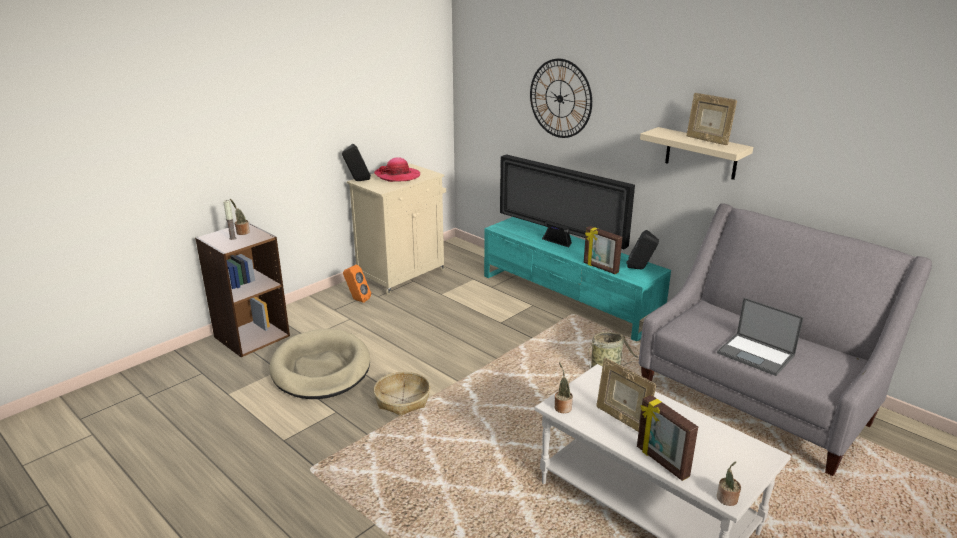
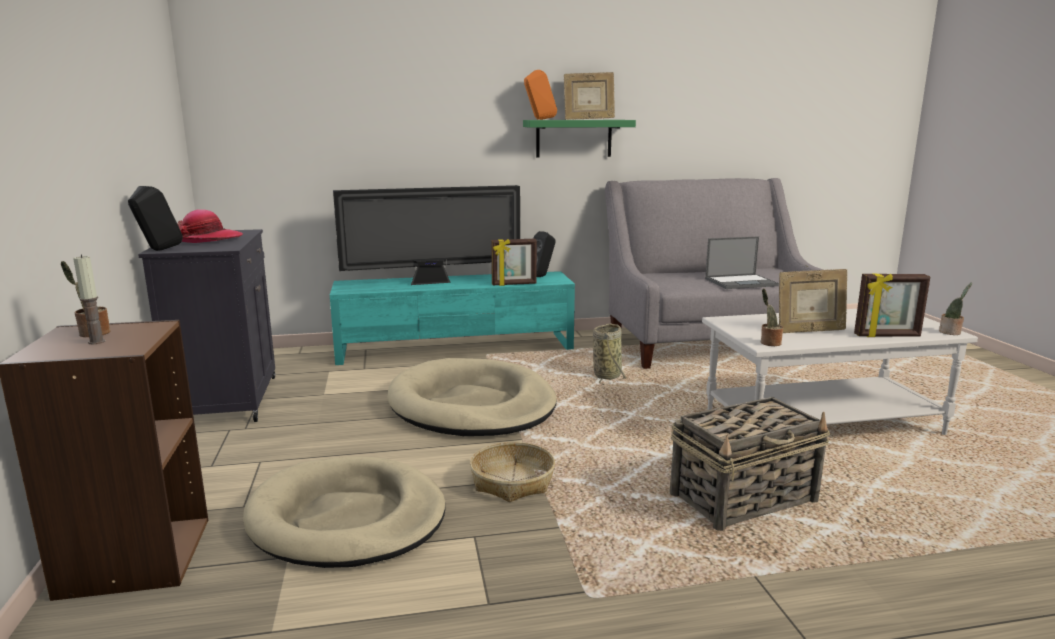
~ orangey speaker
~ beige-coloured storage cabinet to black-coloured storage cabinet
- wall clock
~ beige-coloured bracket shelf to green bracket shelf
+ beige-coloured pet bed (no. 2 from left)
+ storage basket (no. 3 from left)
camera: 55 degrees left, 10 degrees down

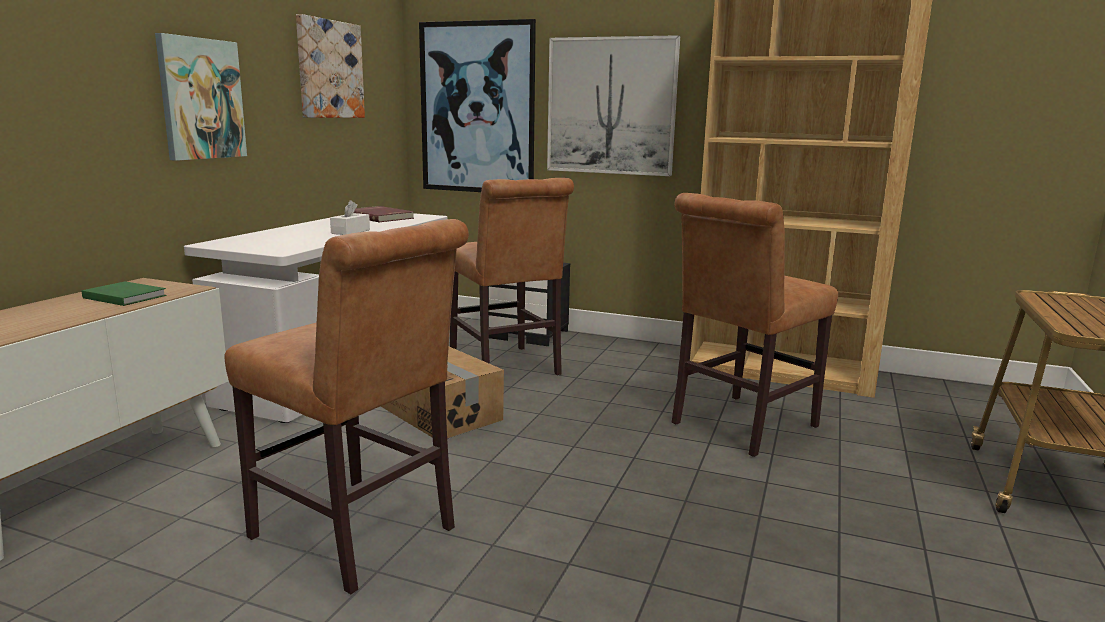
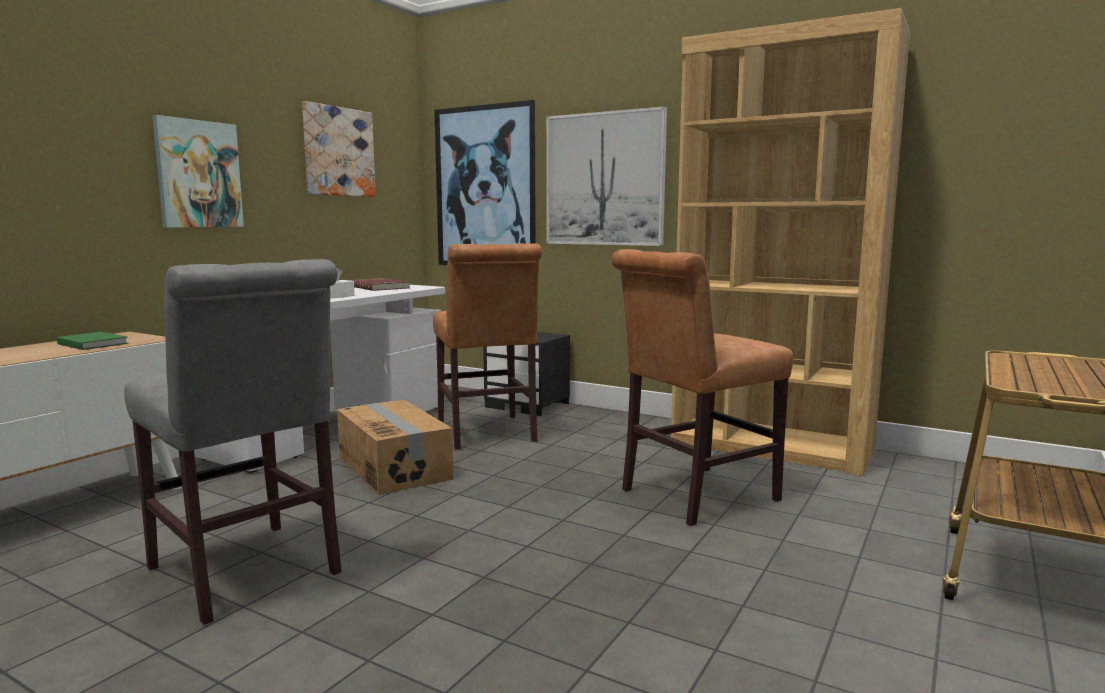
~ brownish chair (no. 1 from left) to greyish chair
camera: 10 degrees right, 5 degrees down

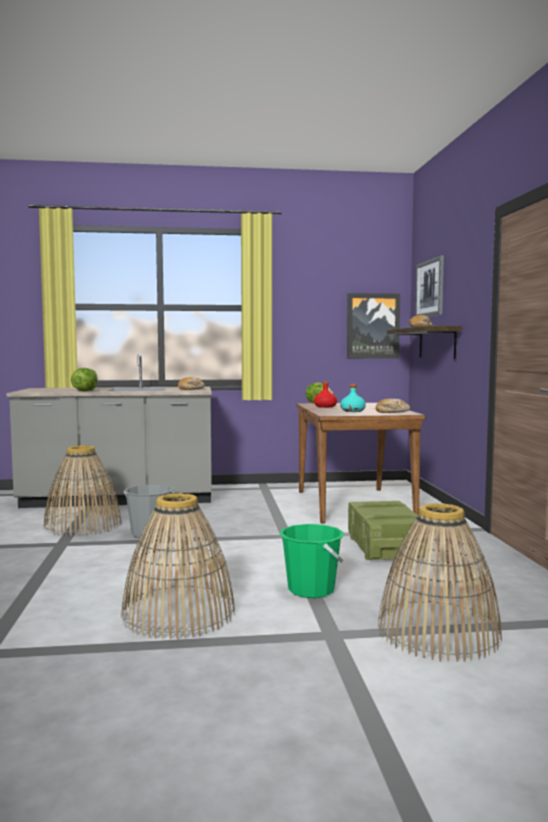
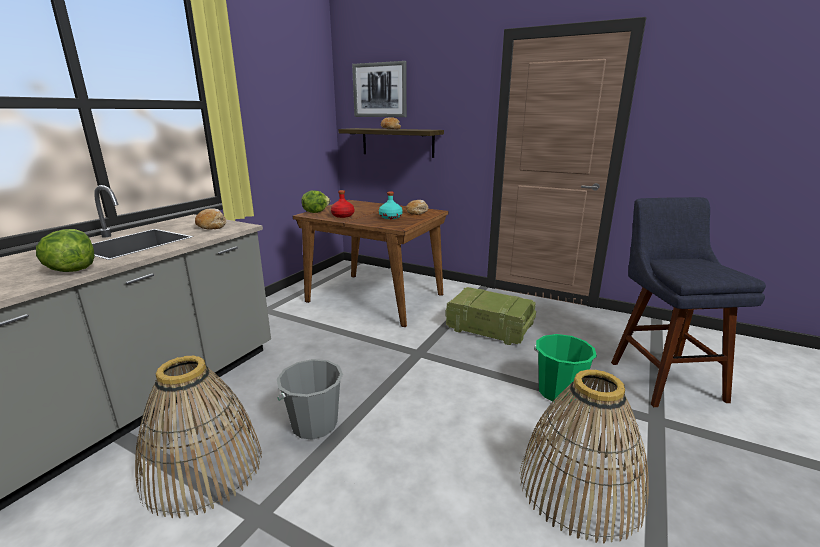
- wall art (no. 1 from left)
~ storage basket (no. 3 from left) to bluish stool seat
camera: 55 degrees left, 15 degrees up

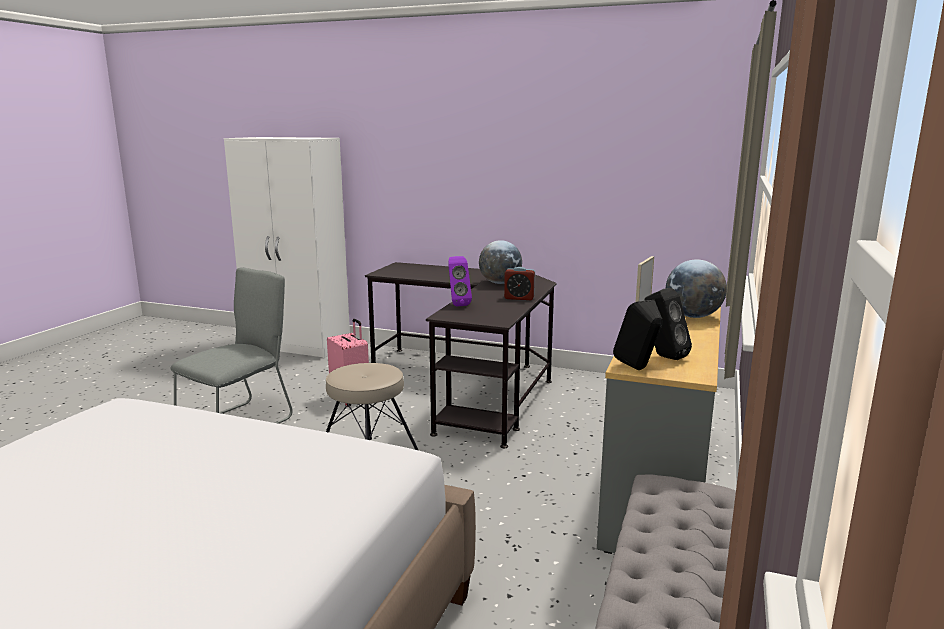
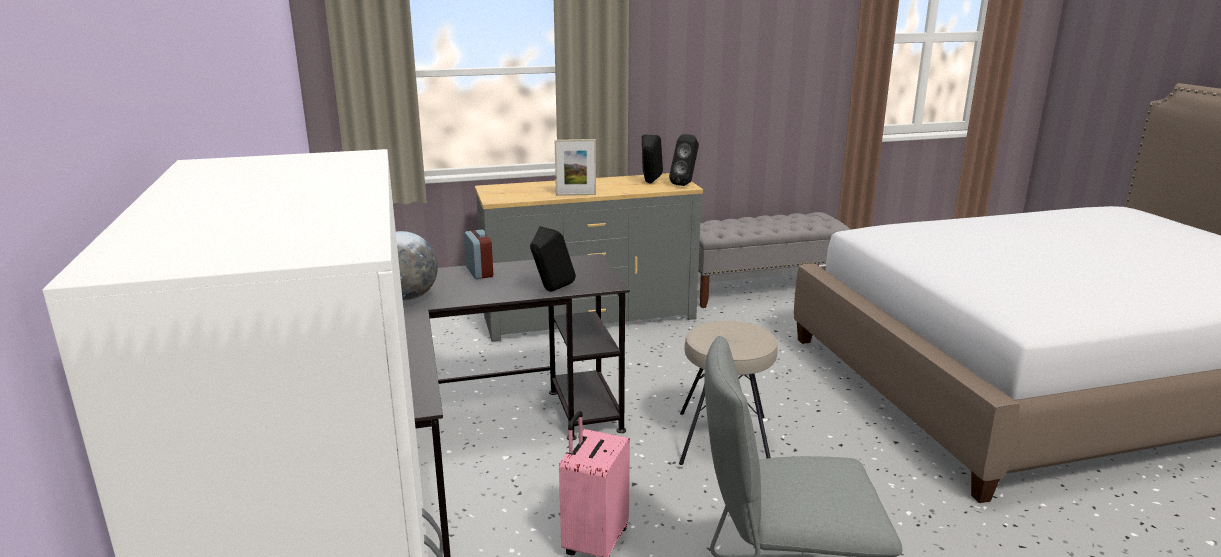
~ purple speaker to black-coloured speaker (no. 1 from left)
- globe (no. 2 from left)
camera: 125 degrees left, 5 degrees up

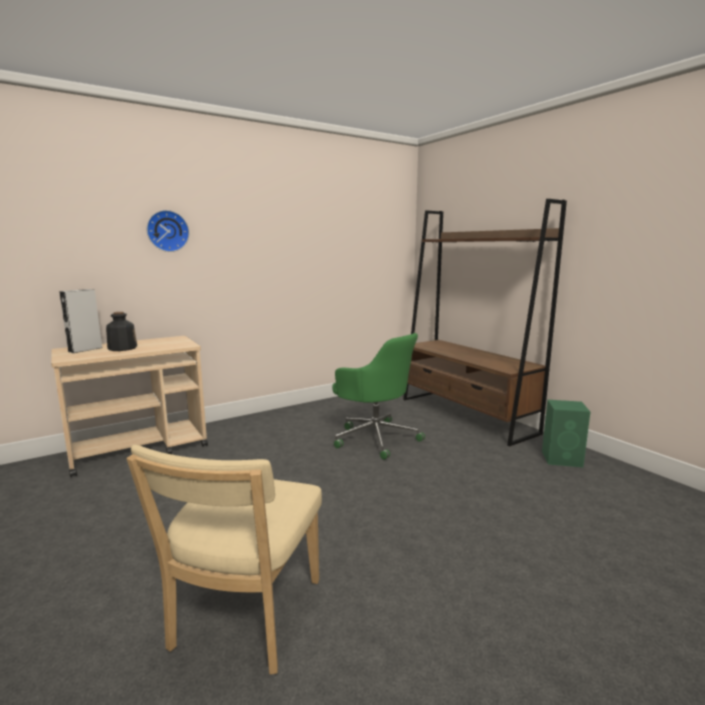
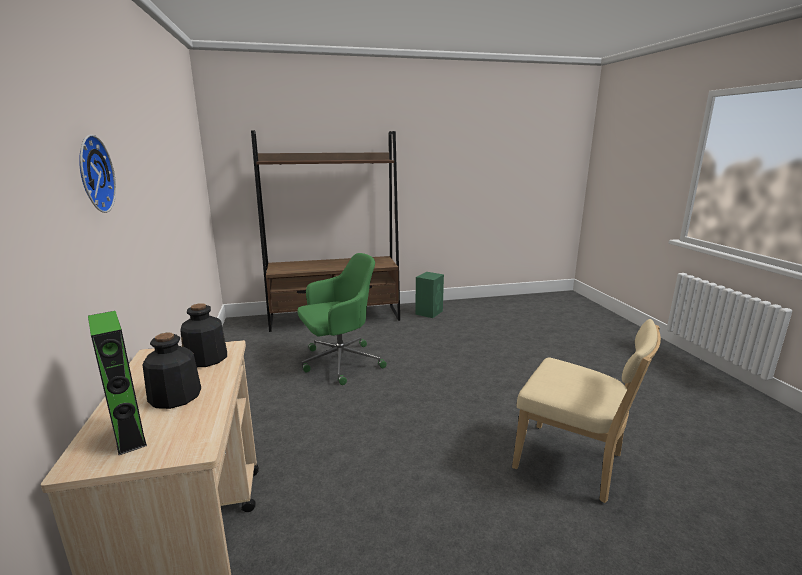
~ greyish speaker to green speaker (no. 1 from left)
+ beverage bottle (no. 2 from left)
camera: 70 degrees left, 5 degrees up

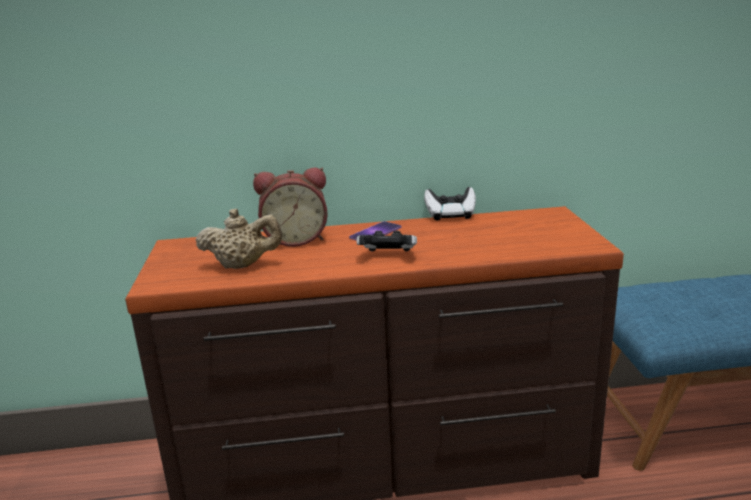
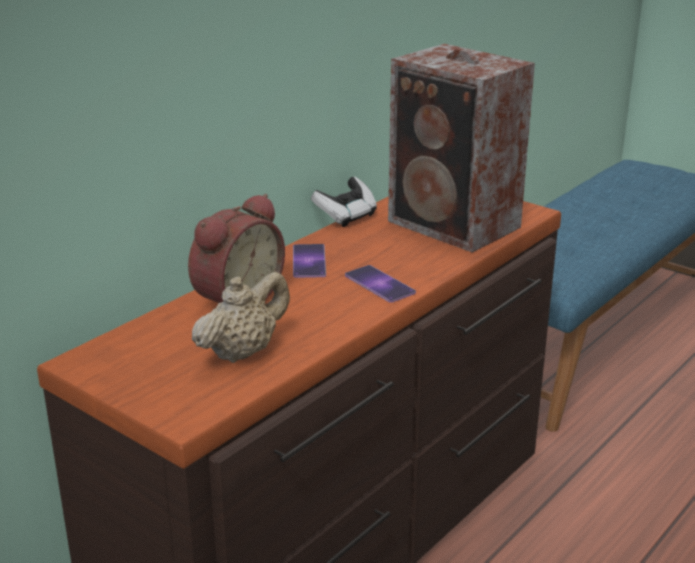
~ game controller (no. 1 from left) to phone (no. 2 from left)
+ speaker
camera: 45 degrees left, 5 degrees up

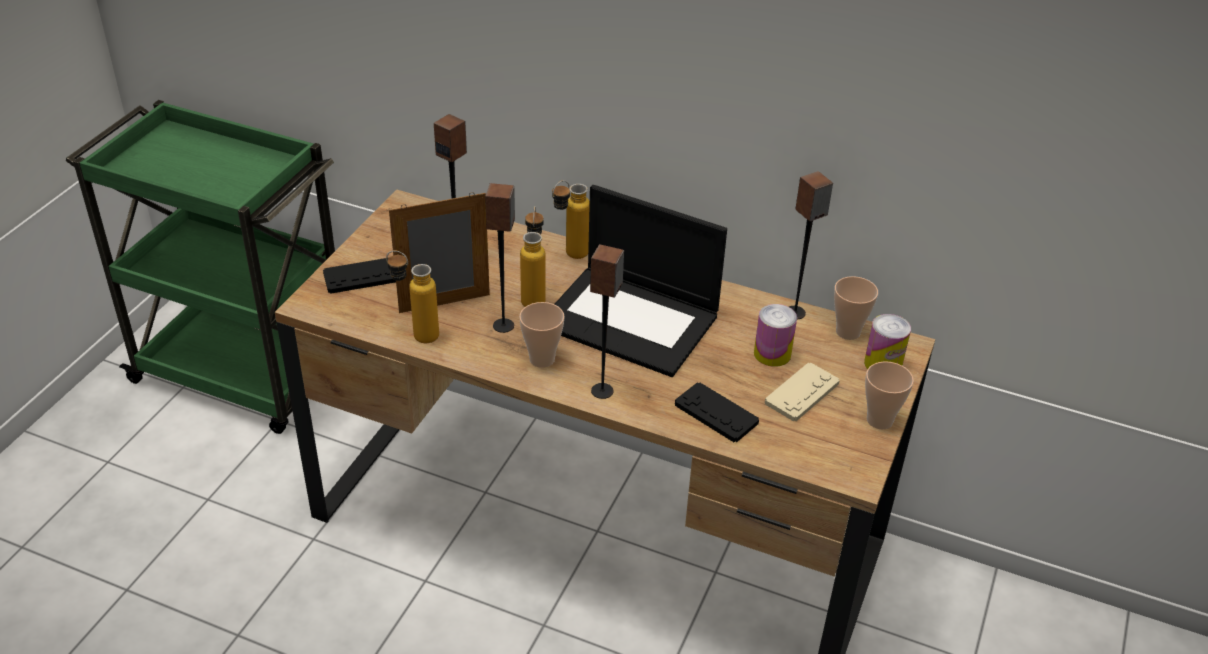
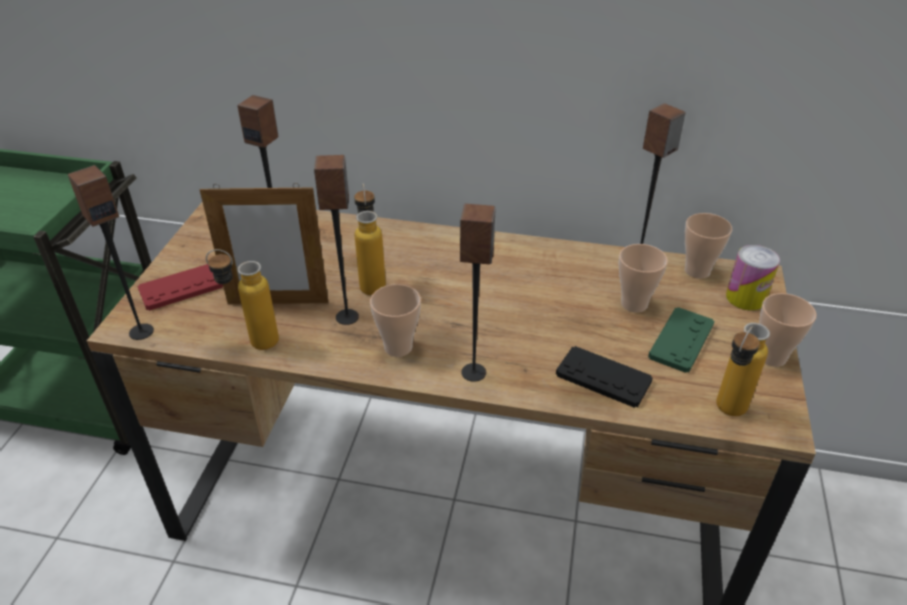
~ black-coloured game controller (no. 1 from left) to reddish game controller
~ standing frame 150 degrees counterclockwise
~ beverage bottle (no. 3 from left)
- portable computer
~ metal can (no. 1 from left) to drinking cup (no. 2 from left)
~ beige-coloured game controller to green game controller
+ speaker (no. 1 from left)
camera: 10 degrees left, 0 degrees up

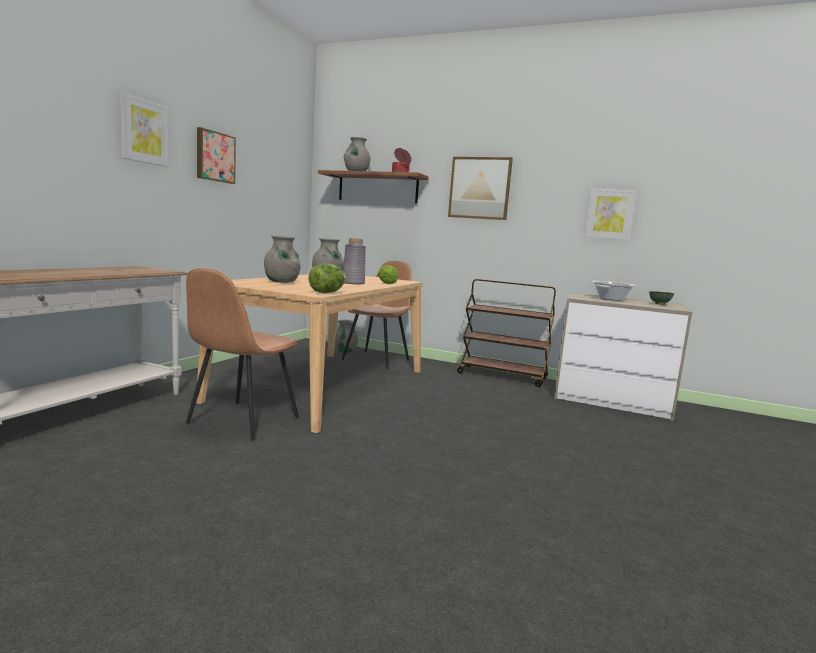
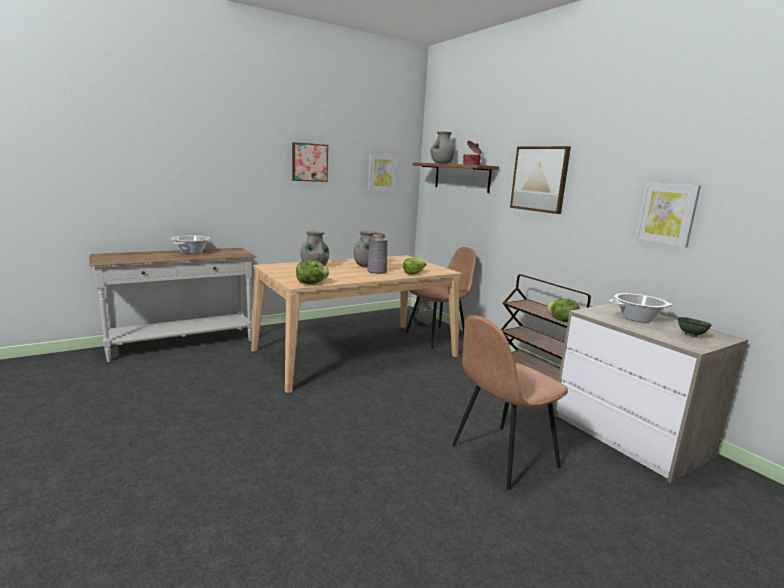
~ wall art (no. 1 from left in the first image) to wall art (no. 2 from left)
~ brownish chair (no. 1 from left in the first image) to brownish chair (no. 2 from left)
+ cooking pot (no. 1 from left)
+ lettuce (no. 3 from left)
camera: 35 degrees right, 5 degrees up

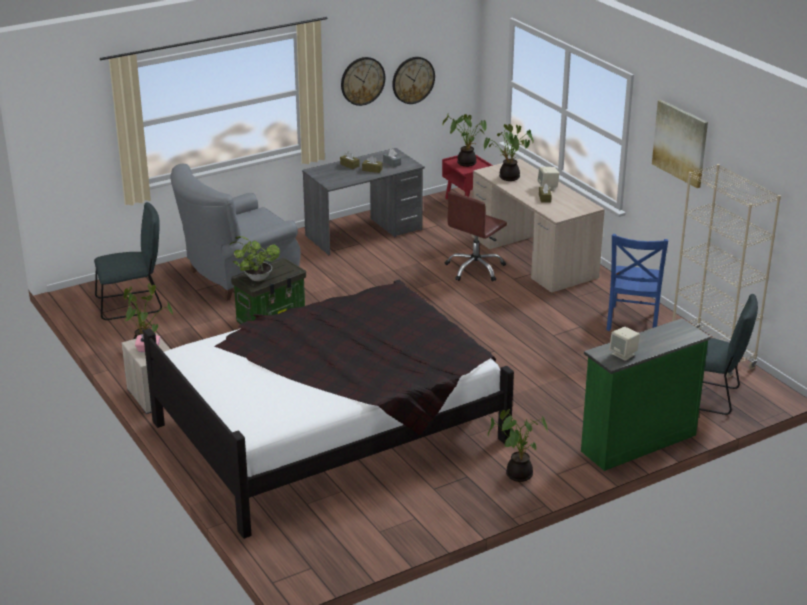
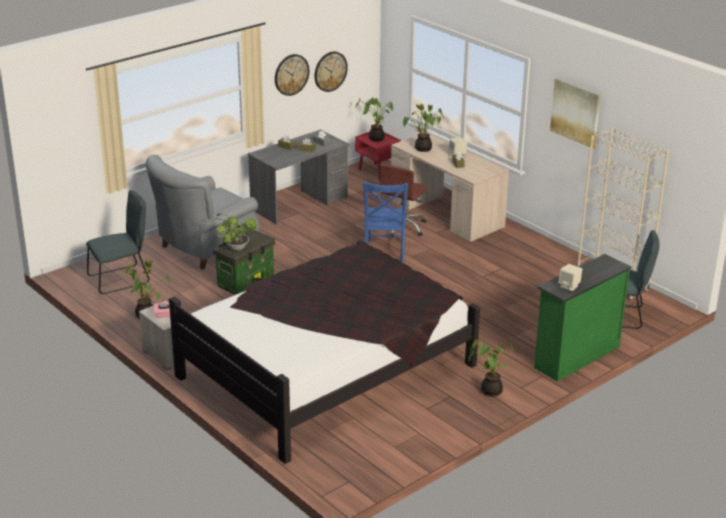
~ bluish chair
camera: 10 degrees left, 0 degrees up

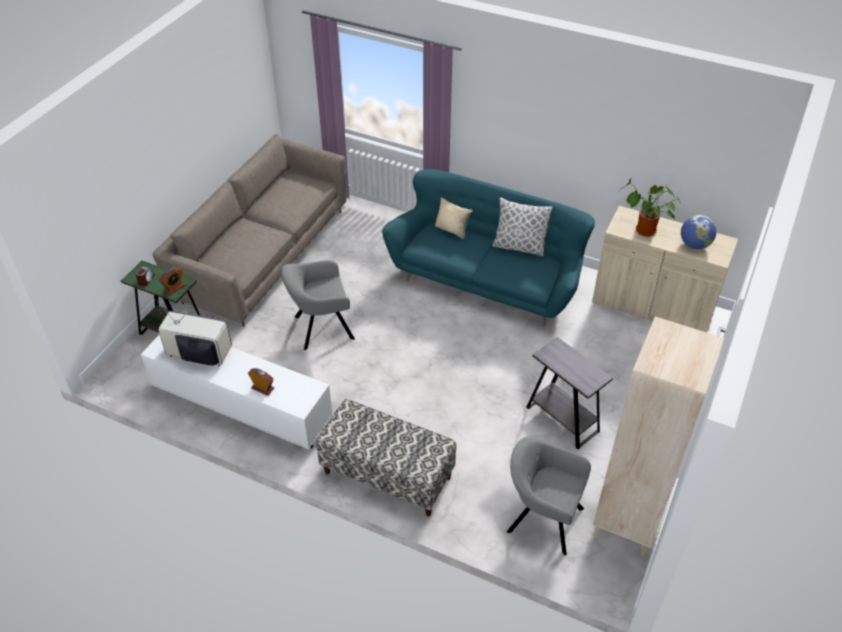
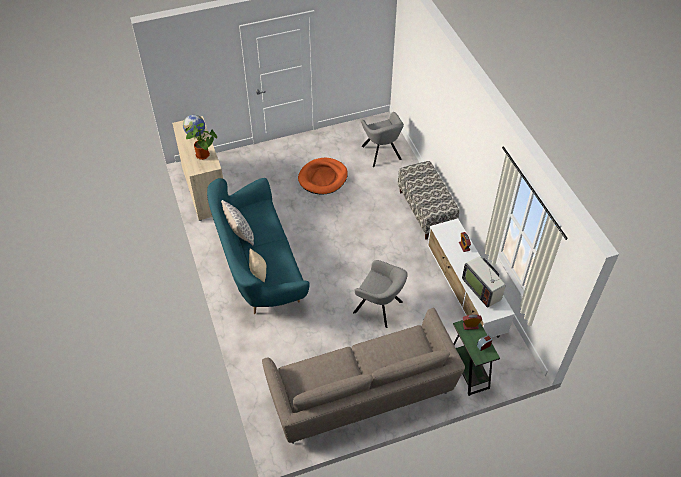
~ greyish accent table to orangey pet bed
- beige-coloured bookcase
camera: 135 degrees left, 5 degrees up

